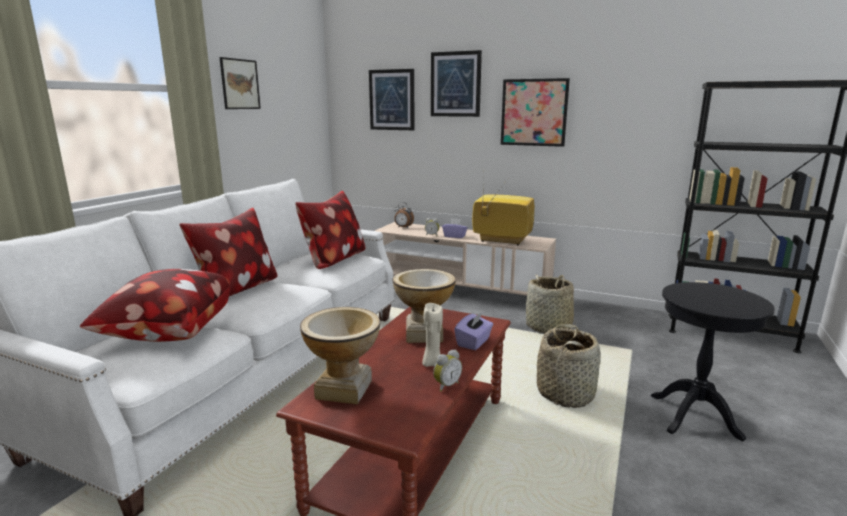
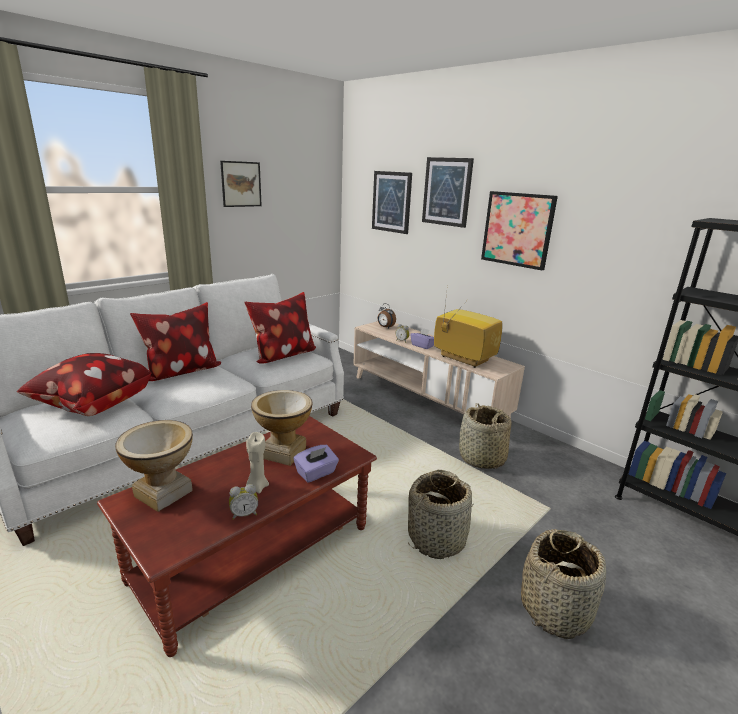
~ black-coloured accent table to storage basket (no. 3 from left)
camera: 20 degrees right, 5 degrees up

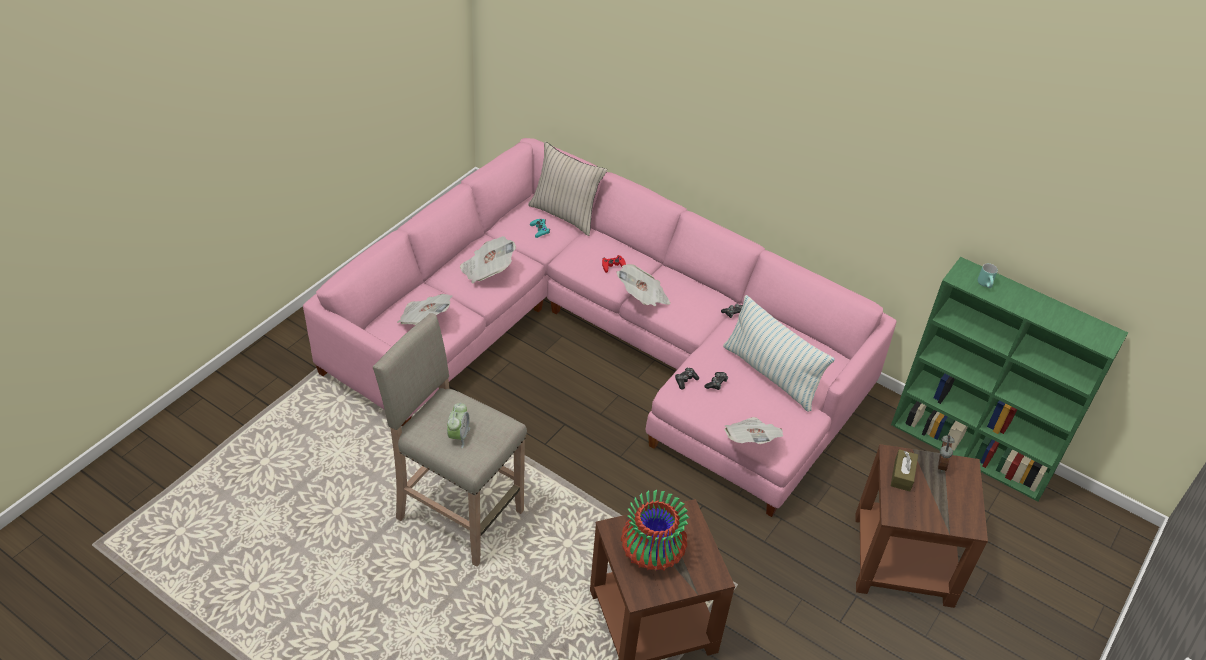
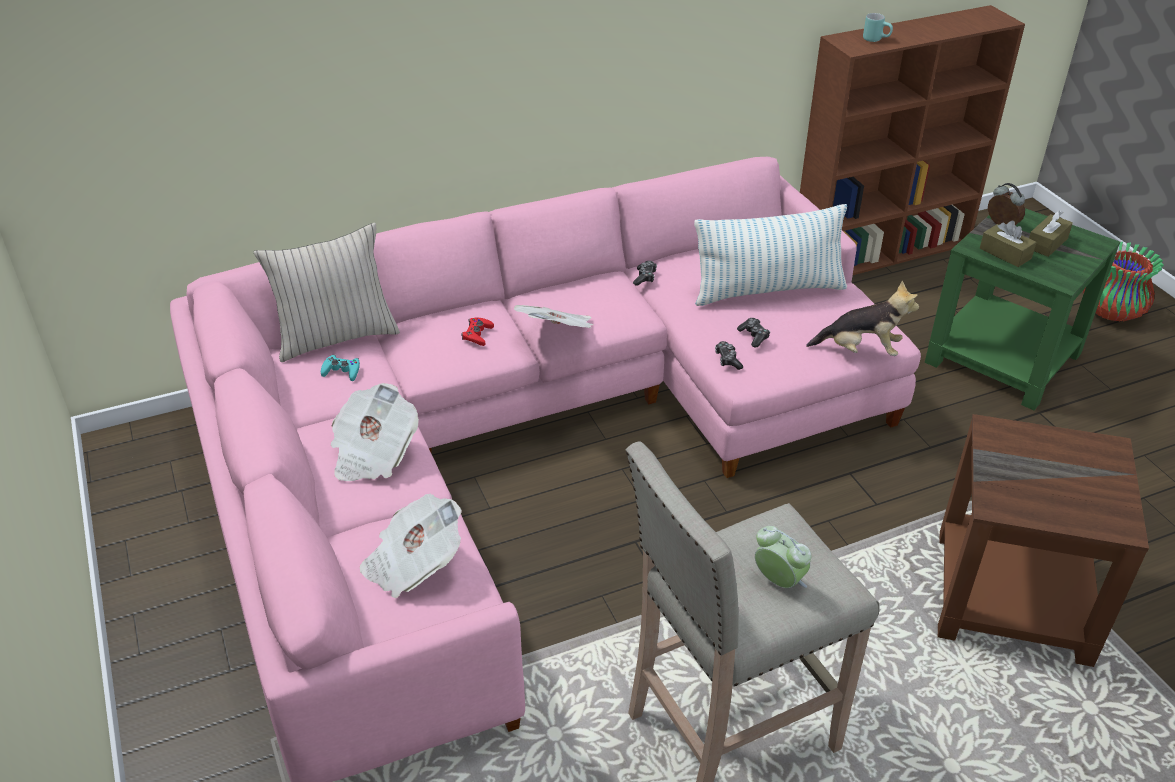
~ decorative vase
~ daily paper (no. 4 from left) to soft toy
~ brownish accent table (no. 2 from left) to green accent table
~ green bookcase to brownish bookcase
+ brownish tissue holder (no. 2 from left)
camera: 55 degrees left, 5 degrees down

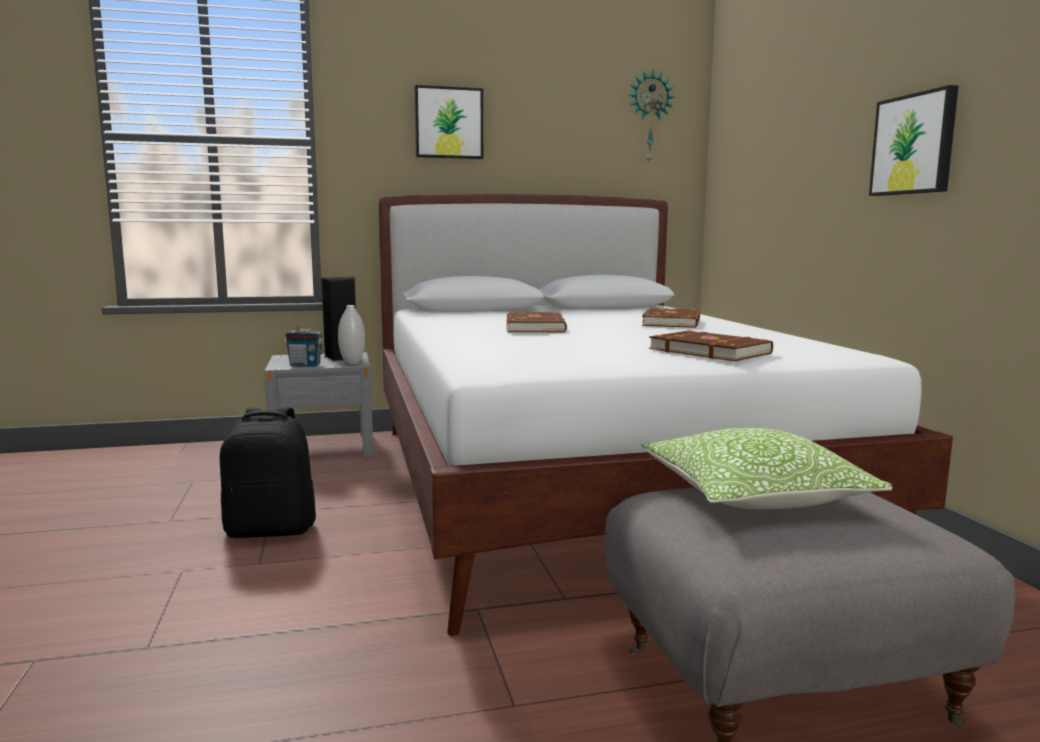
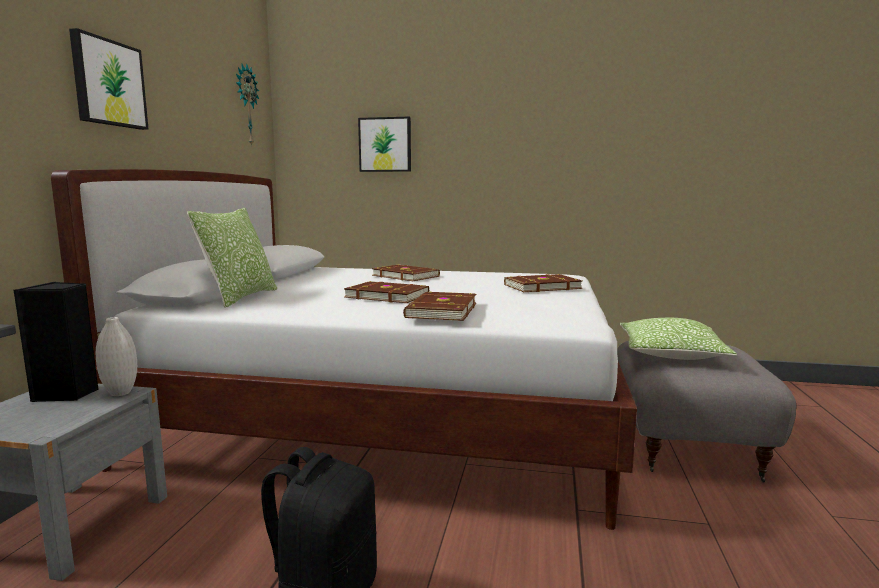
- radio set
~ wall art (no. 2 from left)
+ pillow (no. 1 from left)
+ brownish bound book (no. 3 from left)
camera: 65 degrees left, 0 degrees up

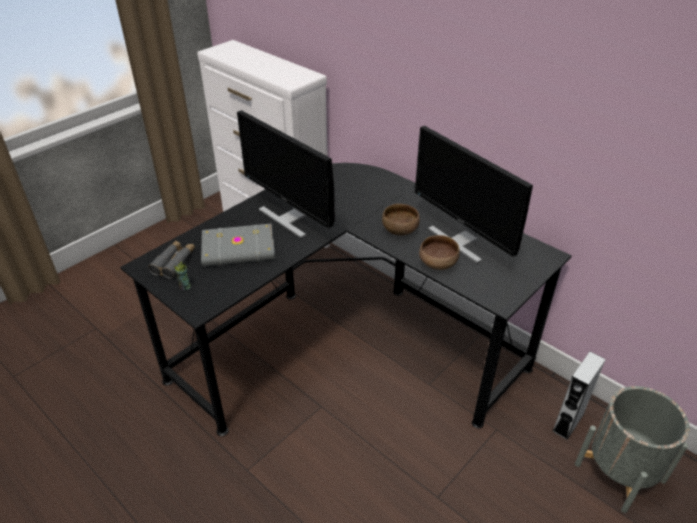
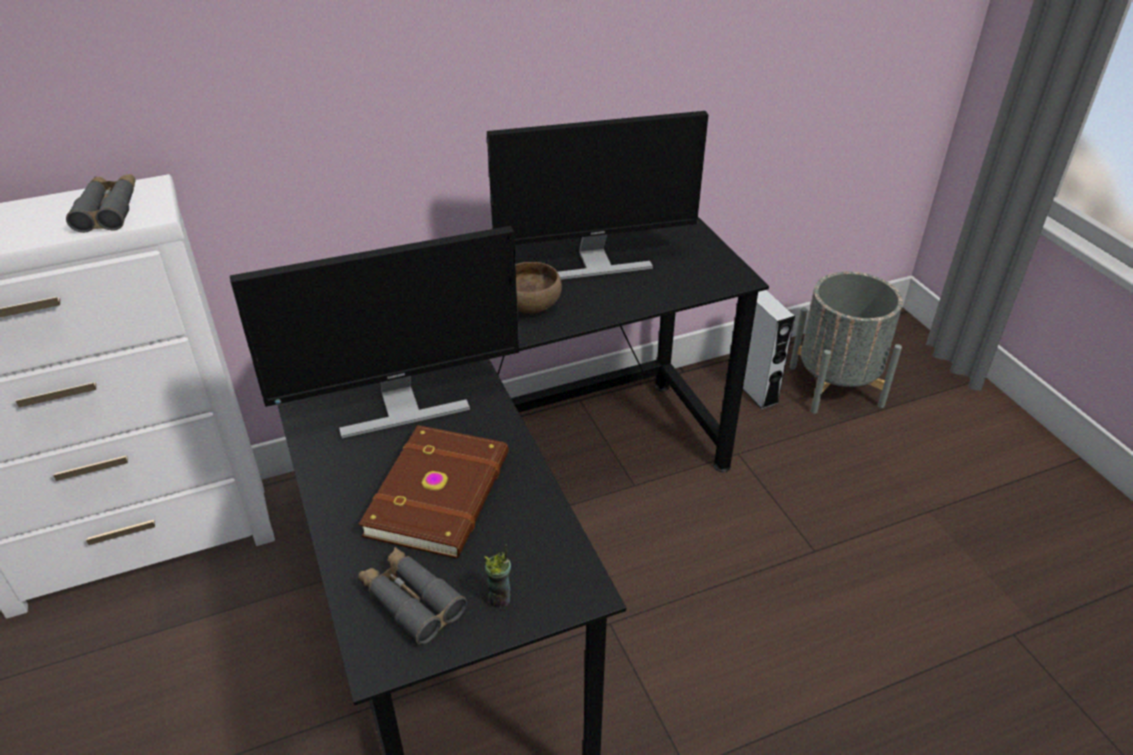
~ greyish bound book to brownish bound book
- brownish bowl (no. 2 from left)
+ greyish field glasses (no. 1 from left)
camera: 65 degrees left, 0 degrees up

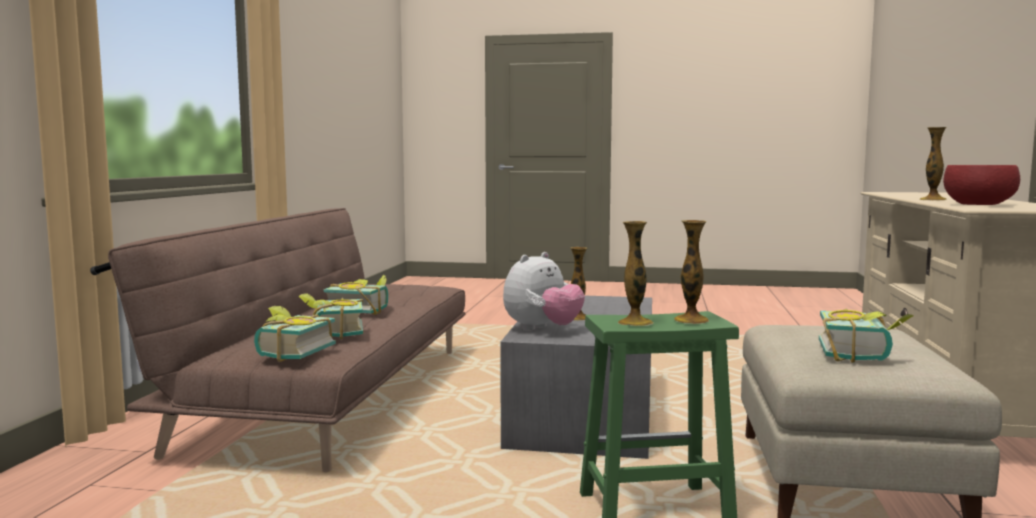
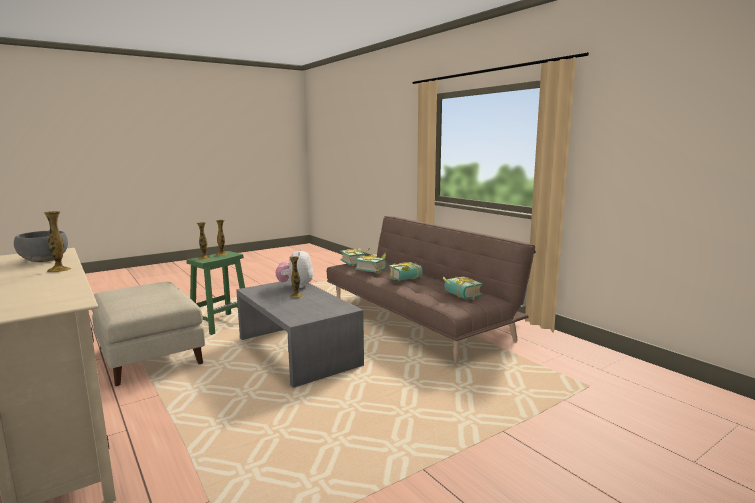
~ bound book (no. 4 from left)
~ reddish bowl to greyish bowl
camera: 135 degrees right, 5 degrees up

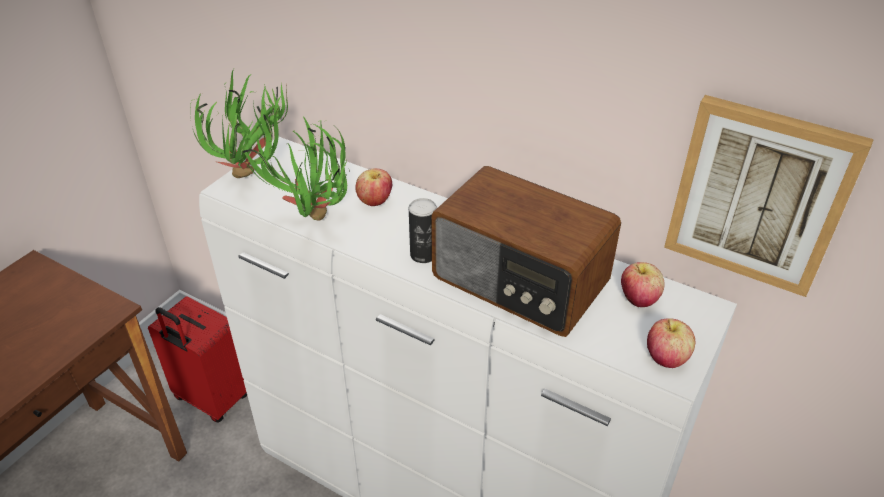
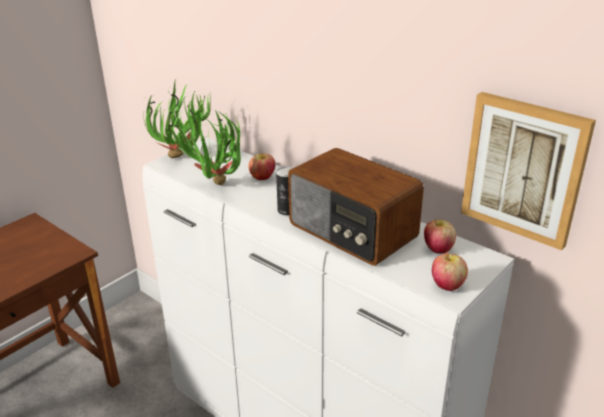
- reddish piece of luggage
camera: 10 degrees right, 10 degrees down

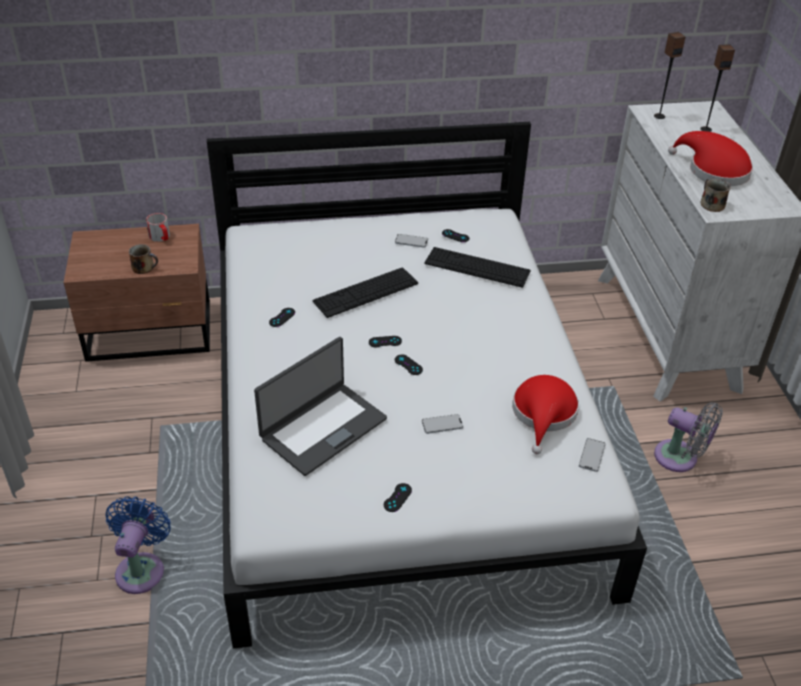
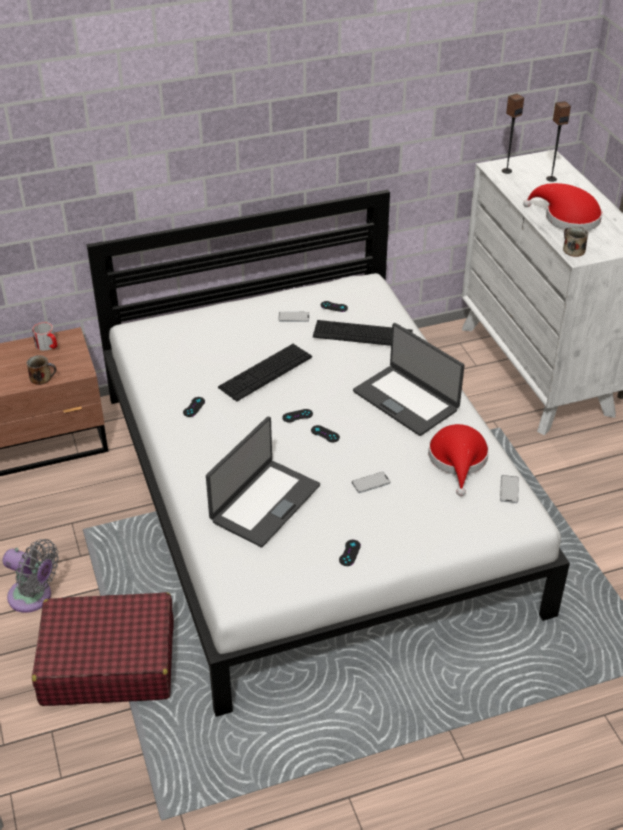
~ bluish fan to reddish piece of luggage
~ greyish fan
+ portable computer (no. 2 from left)
camera: 10 degrees left, 0 degrees up

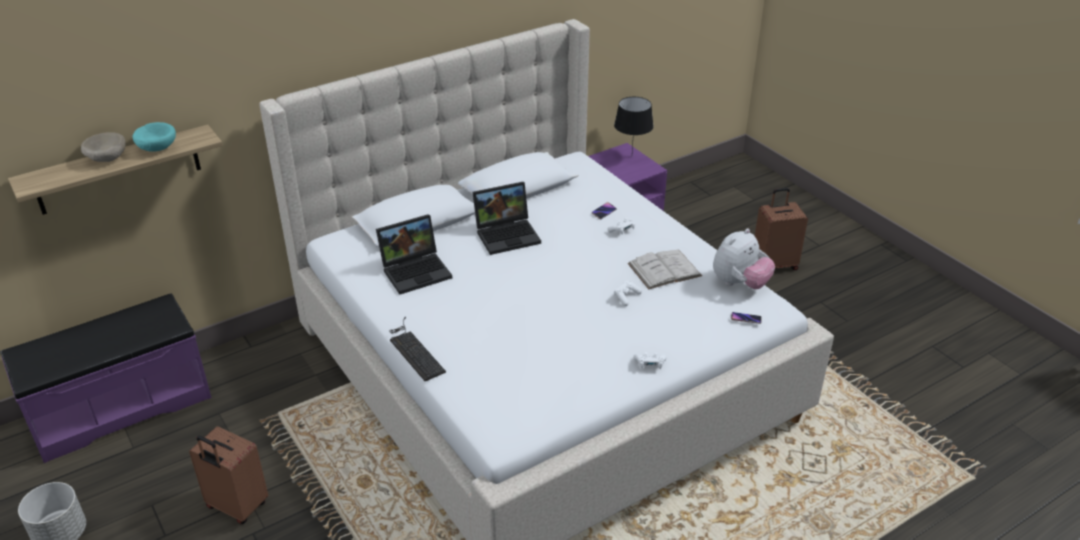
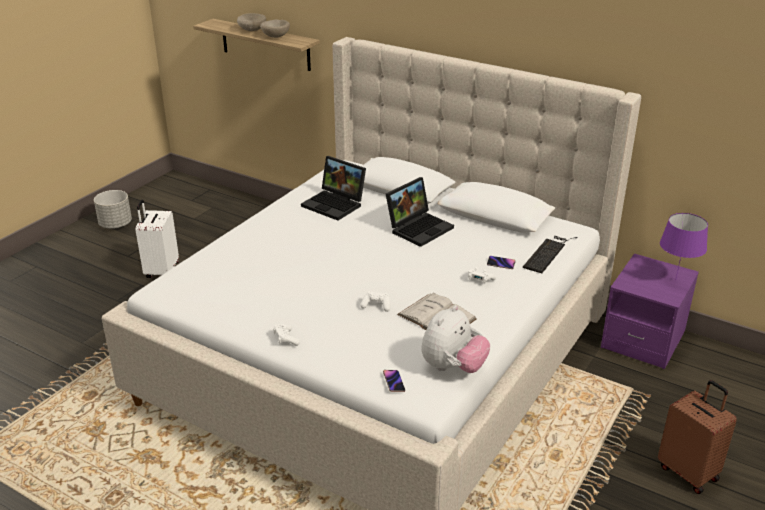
- purple long seat
~ blue-green bowl to beige-coloured bowl (no. 2 from left)
~ brownish piece of luggage (no. 1 from left) to white piece of luggage
~ computer keyboard
~ portable computer (no. 2 from left) 90 degrees counterclockwise
~ black-coloured lamp for a table to purple lamp for a table
~ soft toy 75 degrees counterclockwise
camera: 65 degrees right, 5 degrees down

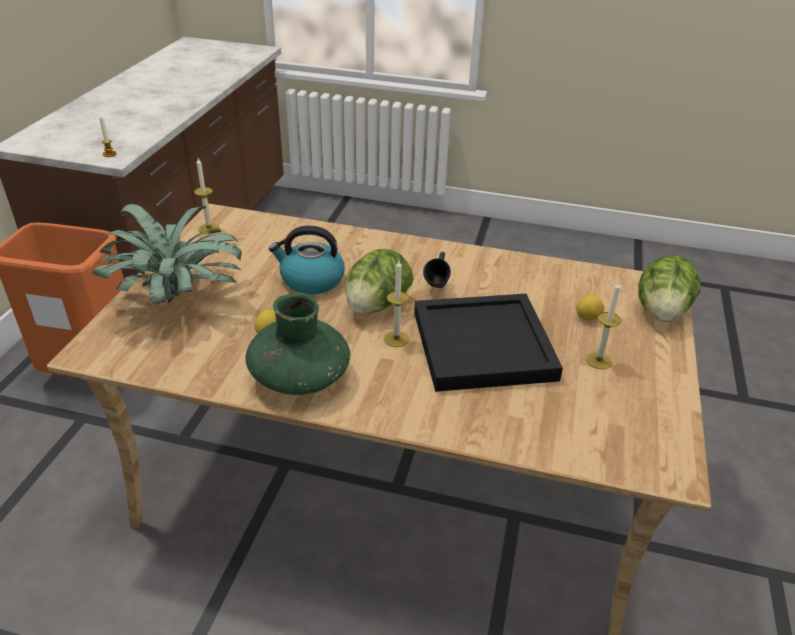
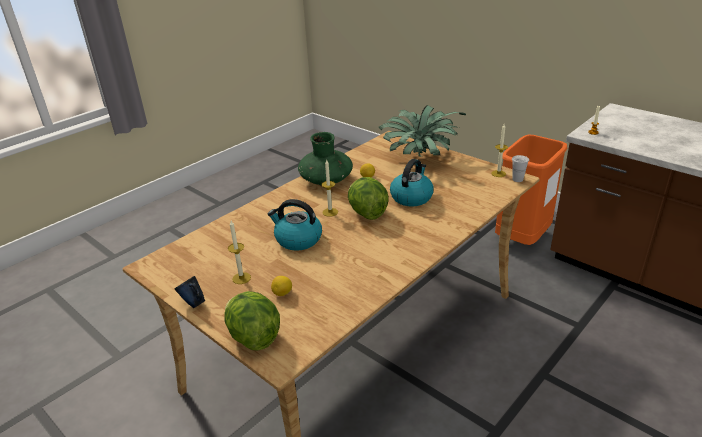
~ black-coloured serving tray to kettle (no. 1 from left)
~ bluish tea mug
+ white drinking cup
camera: 120 degrees right, 5 degrees down

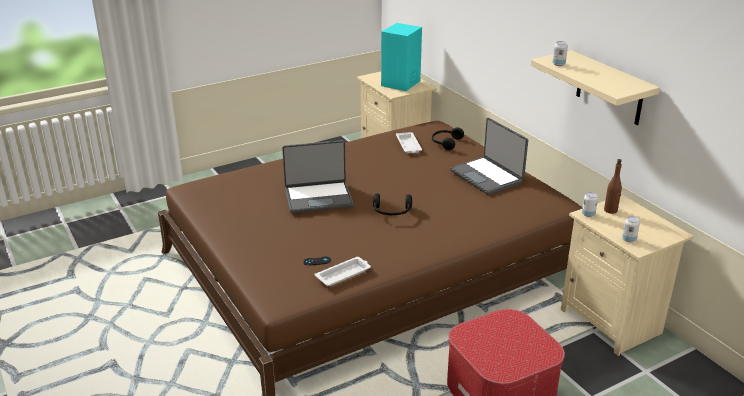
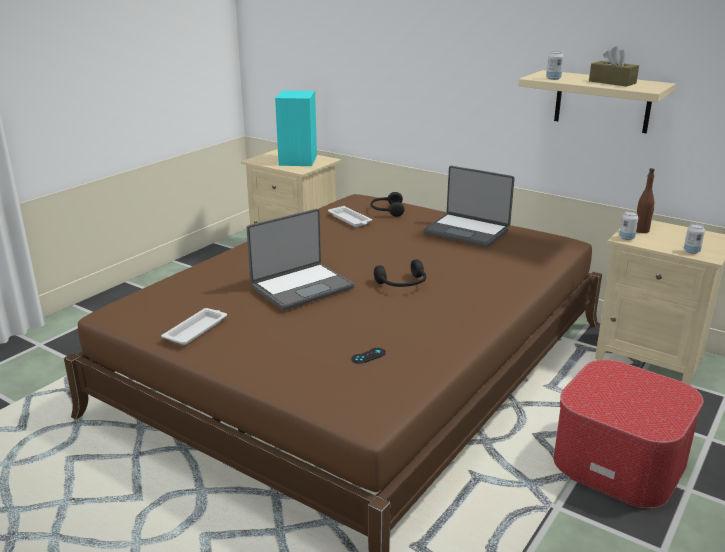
~ white serving tray (no. 1 from left)
+ brownish tissue holder
camera: 25 degrees left, 5 degrees down

